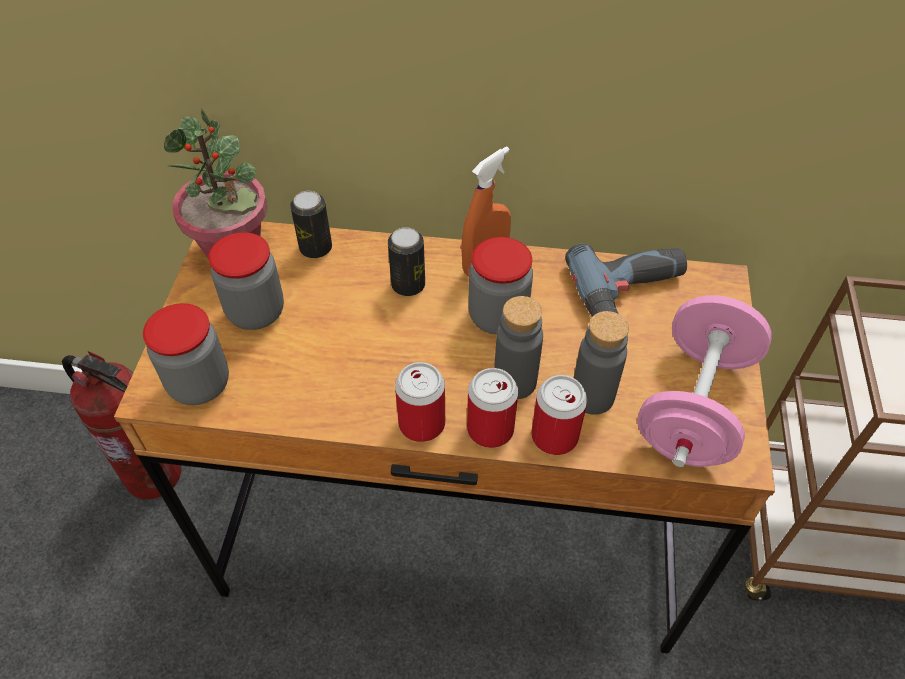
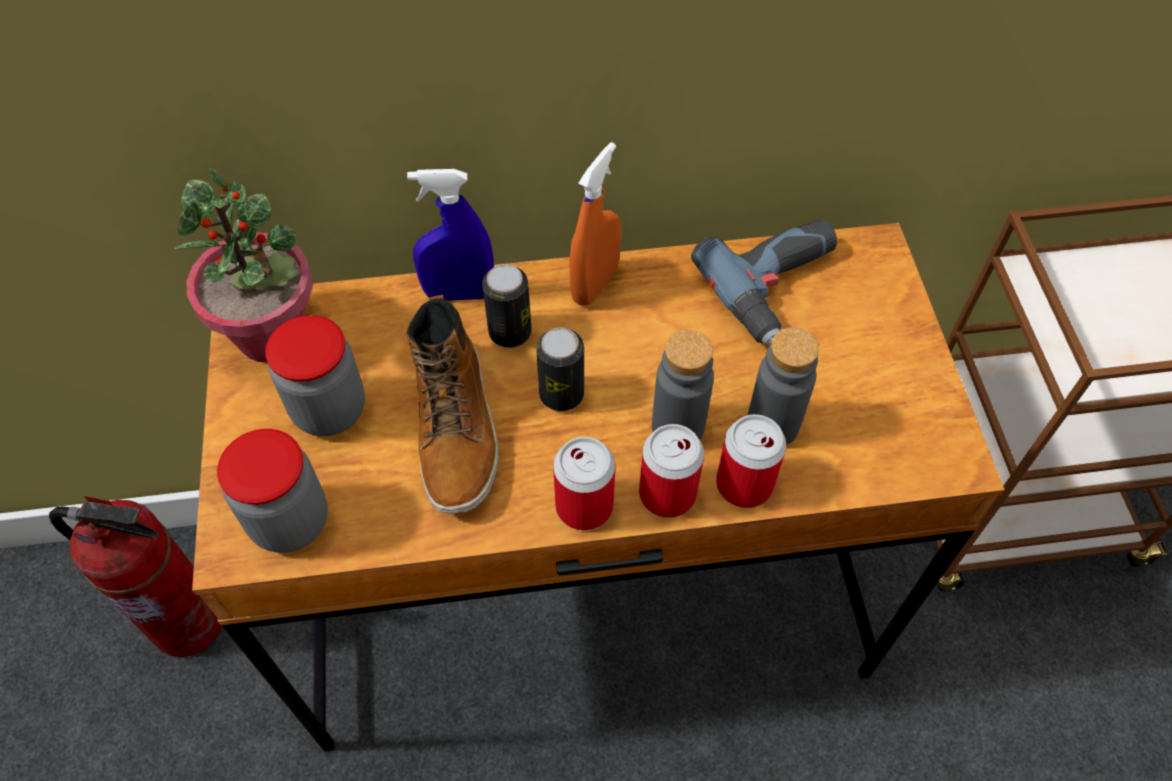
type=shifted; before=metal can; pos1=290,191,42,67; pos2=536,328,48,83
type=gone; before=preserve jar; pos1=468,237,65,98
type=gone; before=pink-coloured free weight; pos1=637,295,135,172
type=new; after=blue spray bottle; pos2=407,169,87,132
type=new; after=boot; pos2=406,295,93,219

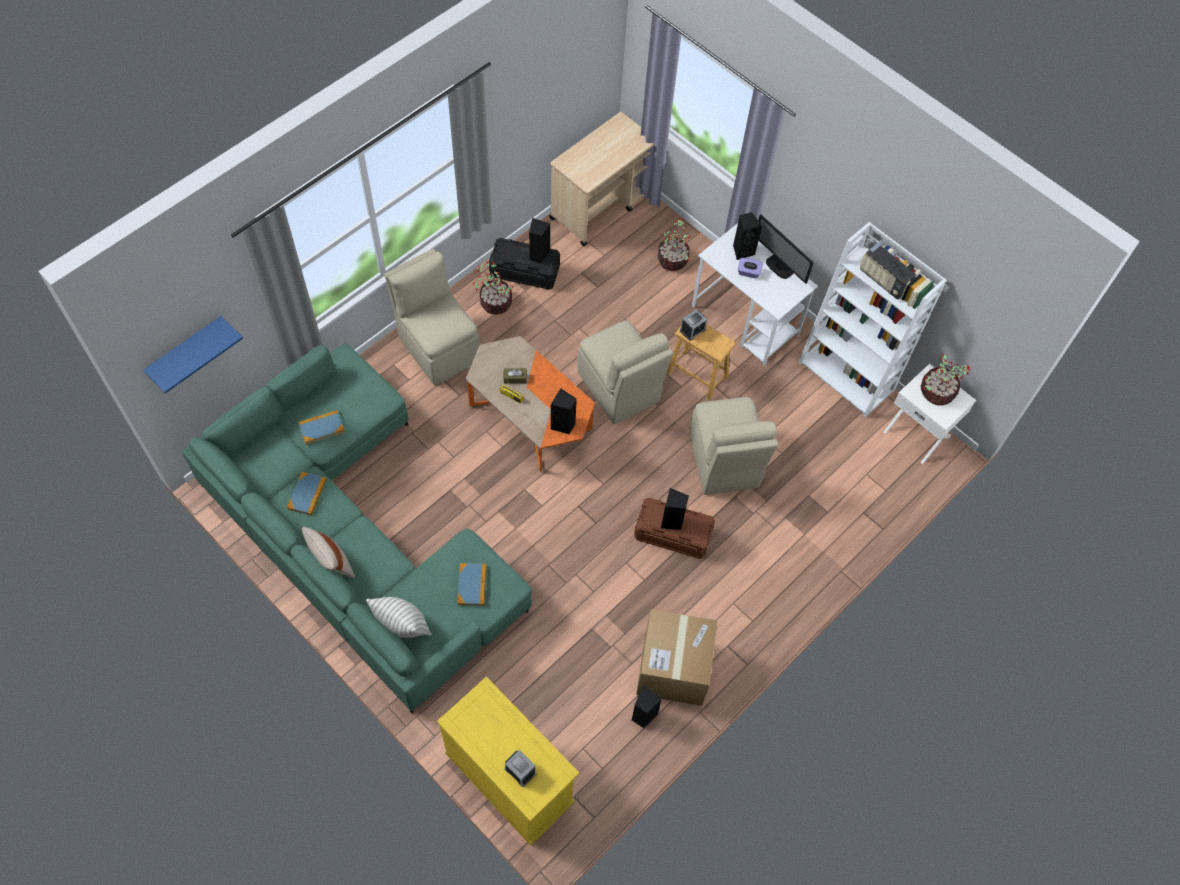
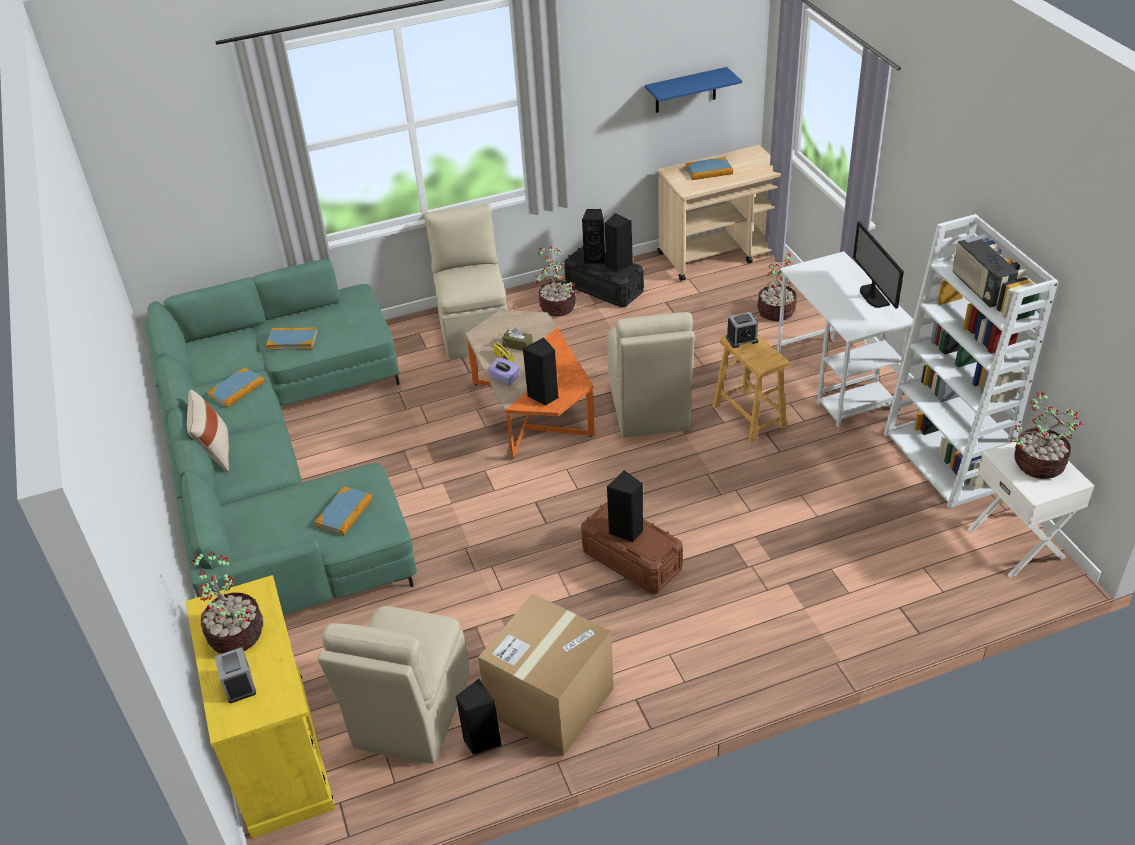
type=shifted; before=black speaker; pos1=733,212,30,48; pos2=582,209,24,55
type=shifted; before=purple tissue holder; pos1=738,258,25,20; pos2=488,357,32,28
type=shifted; before=blue bracket shelf; pos1=143,316,100,77; pos2=645,67,97,46
type=shifted; before=beige-coloured upright chair; pos1=689,397,89,98; pos2=318,606,151,158
type=gone; before=cushion; pos1=366,597,66,41
type=new; after=book; pos2=685,157,48,23
type=new; after=plant in a pot; pos2=190,551,73,103

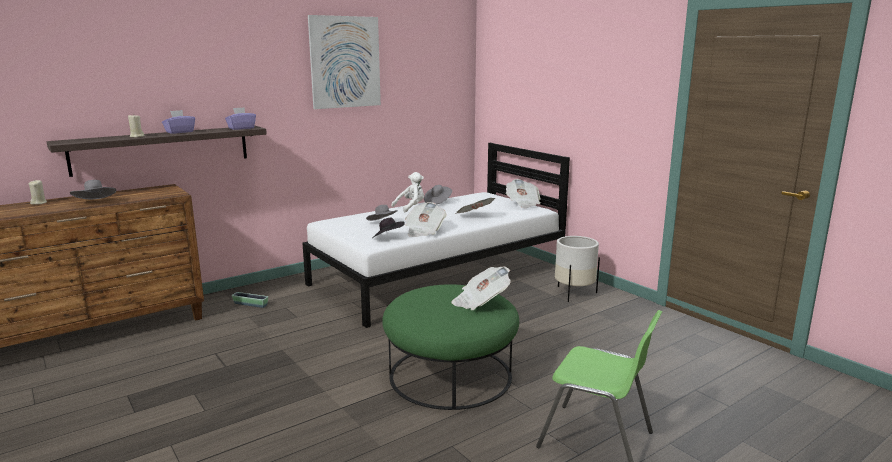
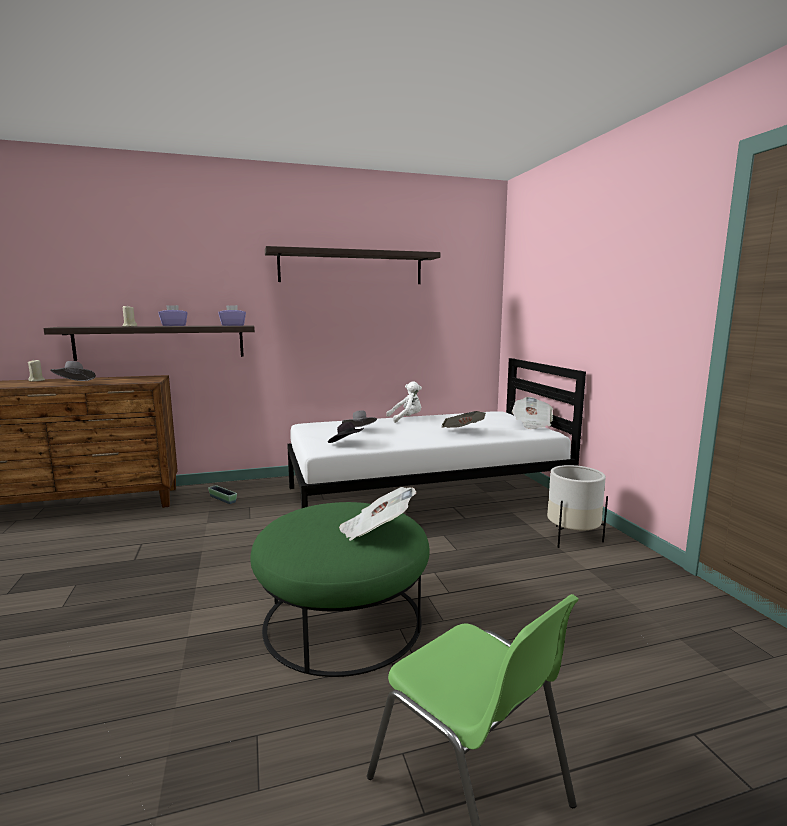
type=swapped; before=wall art; after=bracket shelf; pos1=308,15,73,94; pos2=265,246,175,38
type=gone; before=greyish clothing hat; pos1=424,185,28,19
type=gone; before=newspaper; pos1=405,202,42,35

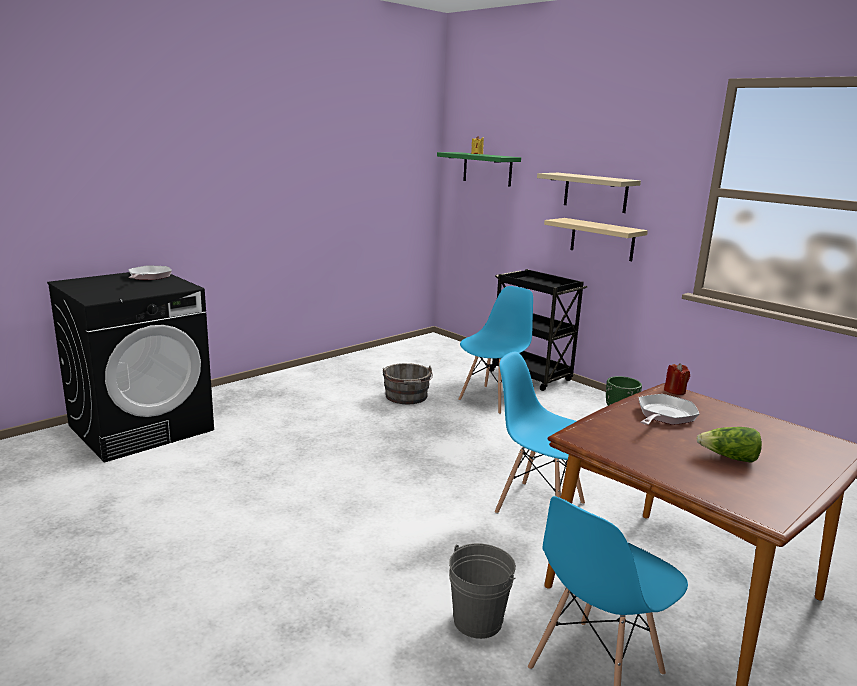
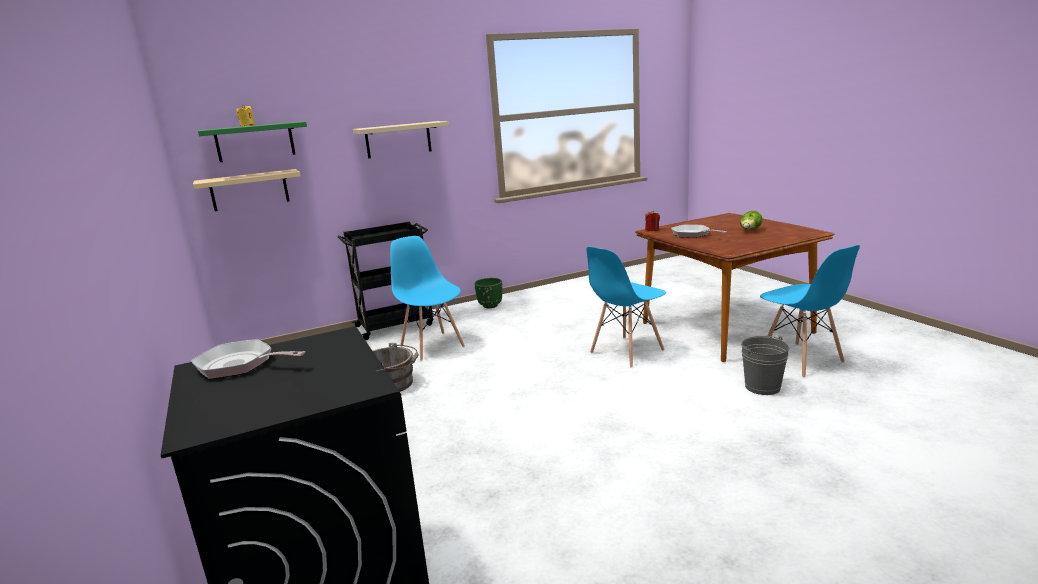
type=shifted; before=beige-coloured bracket shelf; pos1=544,218,104,43; pos2=193,169,108,42

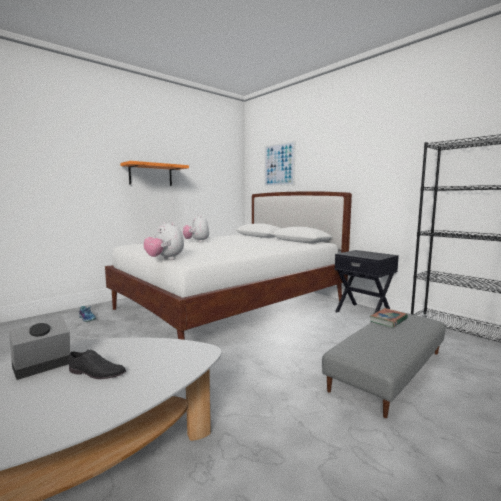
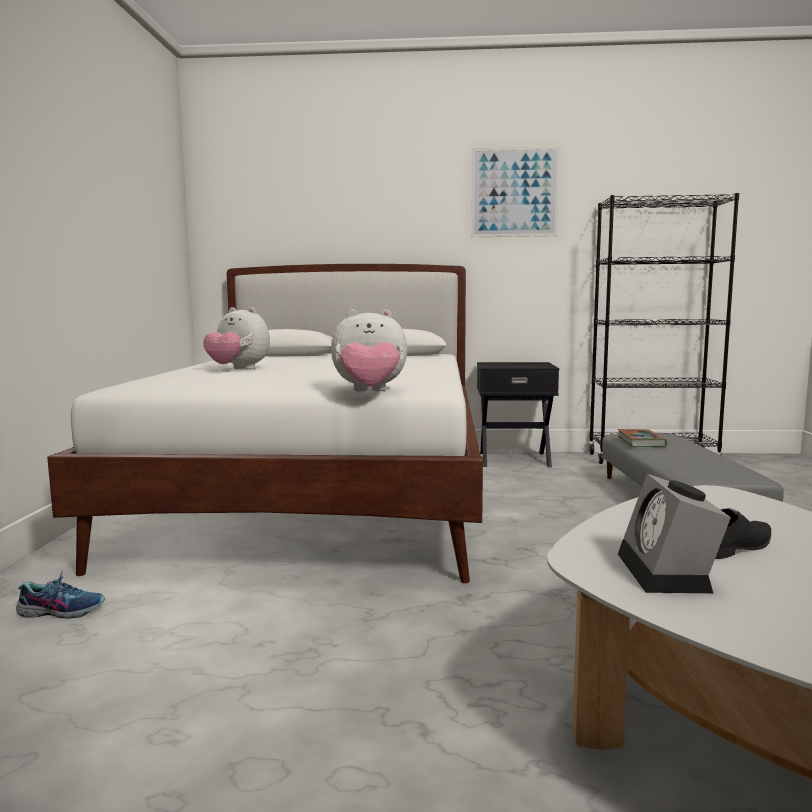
type=shifted; before=wall art; pos1=264,141,32,46; pos2=471,146,89,91
type=gone; before=orange-coloured bracket shelf; pos1=120,161,69,25

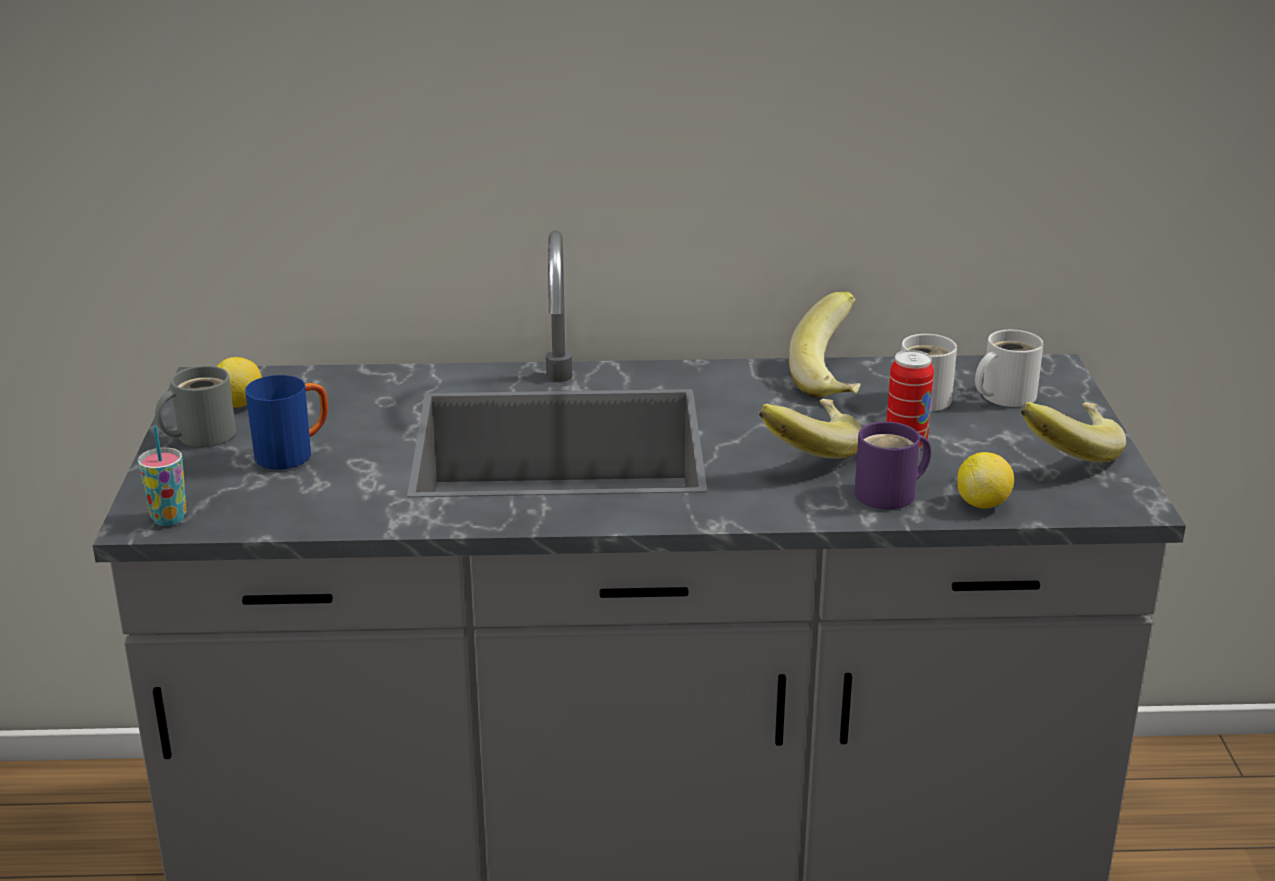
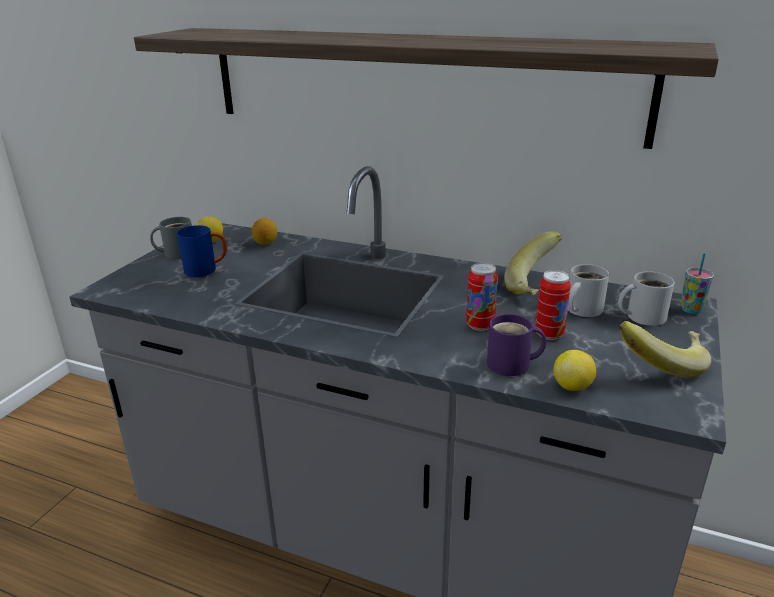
type=swapped; before=banana; after=metal can; pos1=758,399,104,60; pos2=466,263,32,68
type=shifted; before=small cup; pos1=138,426,48,100; pos2=681,253,33,61
type=new; after=bracket shelf; pos2=134,28,585,121
type=new; after=lemon; pos2=252,218,25,27

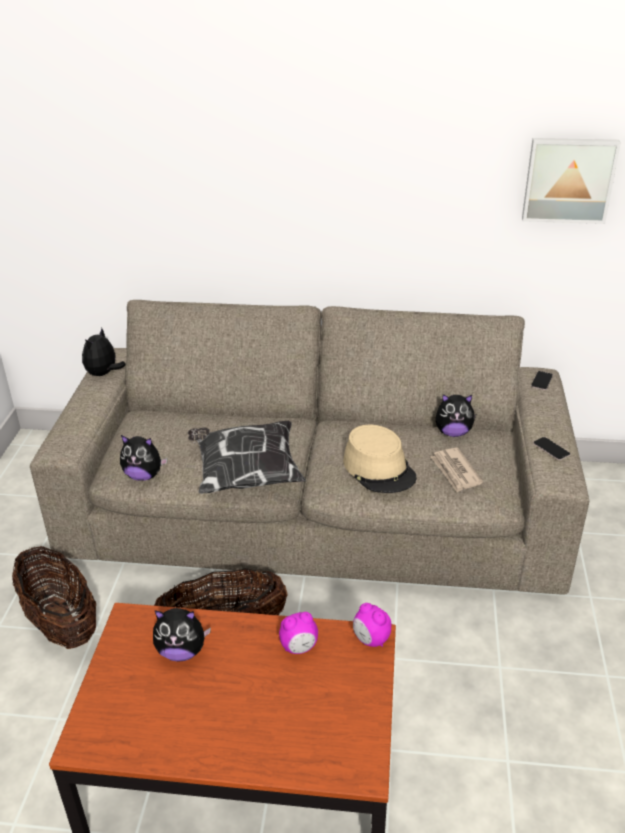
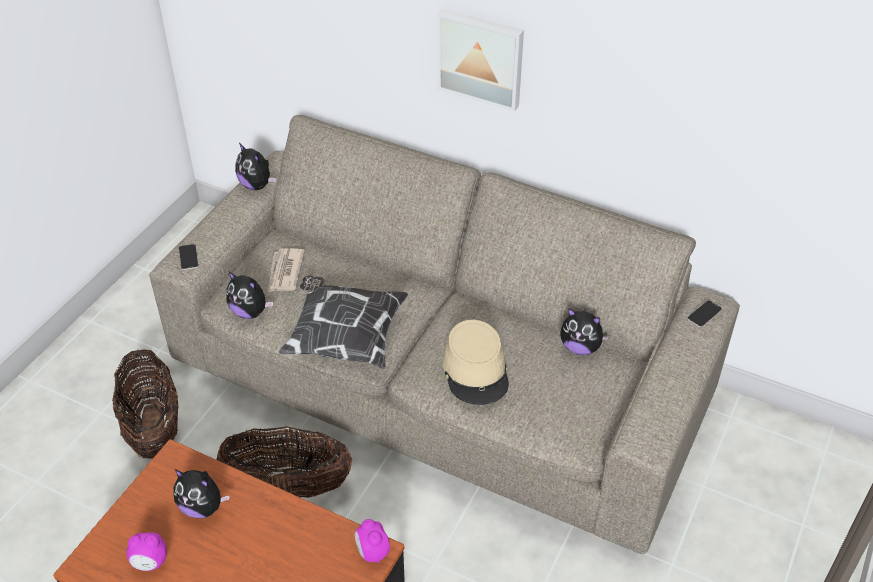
type=shifted; before=wall art; pos1=522,138,99,86; pos2=437,9,87,103
type=rotated; before=cuddly toy; pos1=82,328,44,48; pos2=235,143,41,47; turn=-90
type=shifted; before=phone; pos1=533,437,38,23; pos2=179,244,20,26
type=shifted; before=newspaper; pos1=431,448,52,44; pos2=268,248,37,44
type=shifted; before=alarm clock; pos1=279,612,39,42; pos2=126,532,41,39

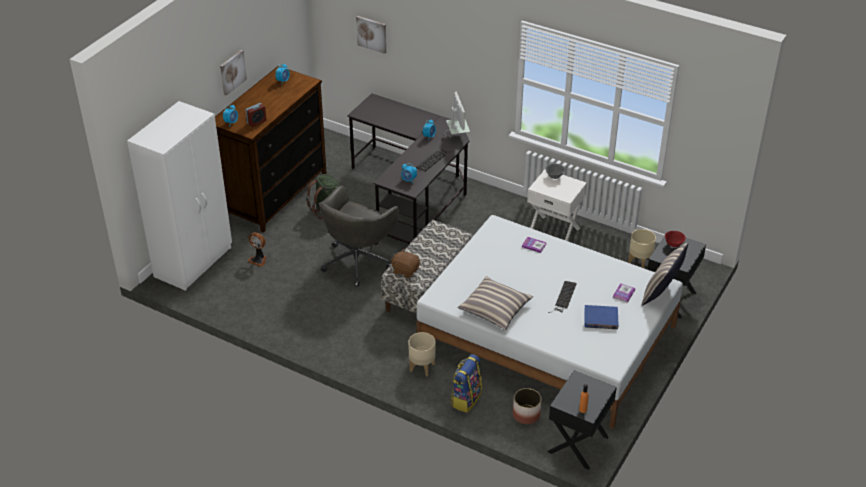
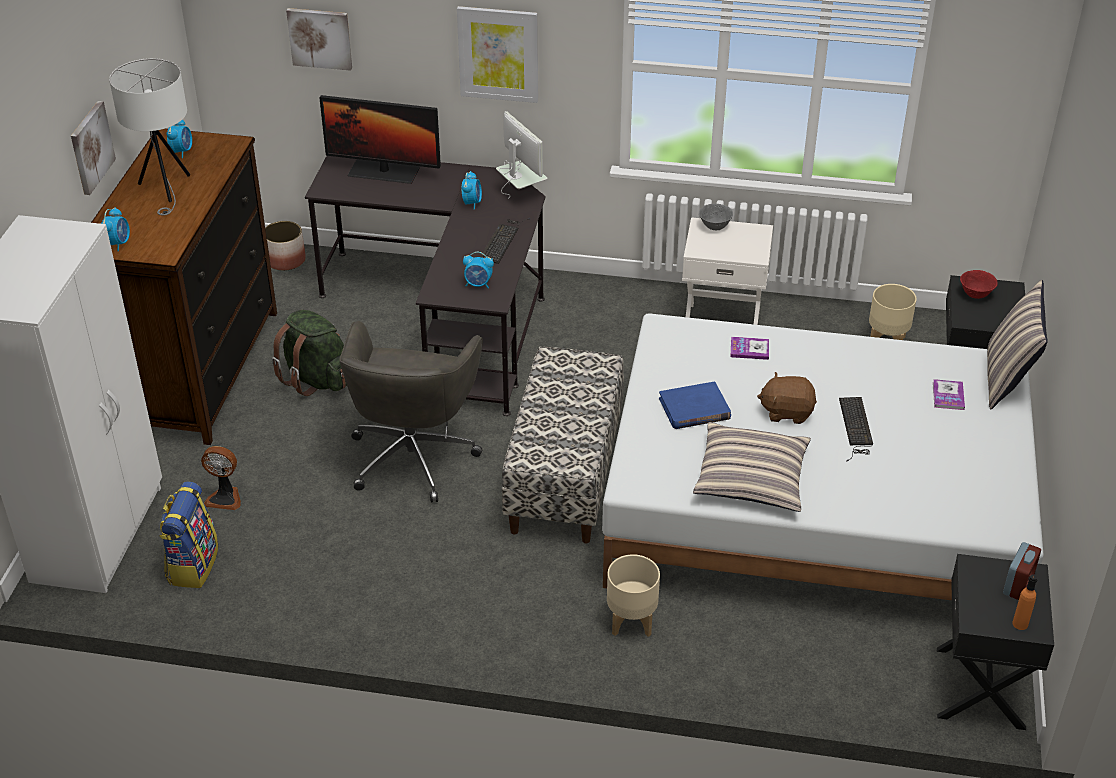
type=shifted; before=alarm clock; pos1=246,103,20,24; pos2=1003,542,38,58
type=shifted; before=brownish cuddly toy; pos1=391,249,29,29; pos2=757,372,60,52
type=shifted; before=blue book; pos1=584,305,34,24; pos2=659,381,72,48
type=shifted; before=backpack; pos1=450,354,32,59; pos2=159,481,59,107
type=shifted; before=flower pot; pos1=513,388,28,36; pos2=265,221,41,50
type=new; after=wall art; pos2=457,6,81,97
type=new; after=white-coloured table lamp; pos2=109,58,81,157
type=new; after=computer display; pos2=320,95,121,89

